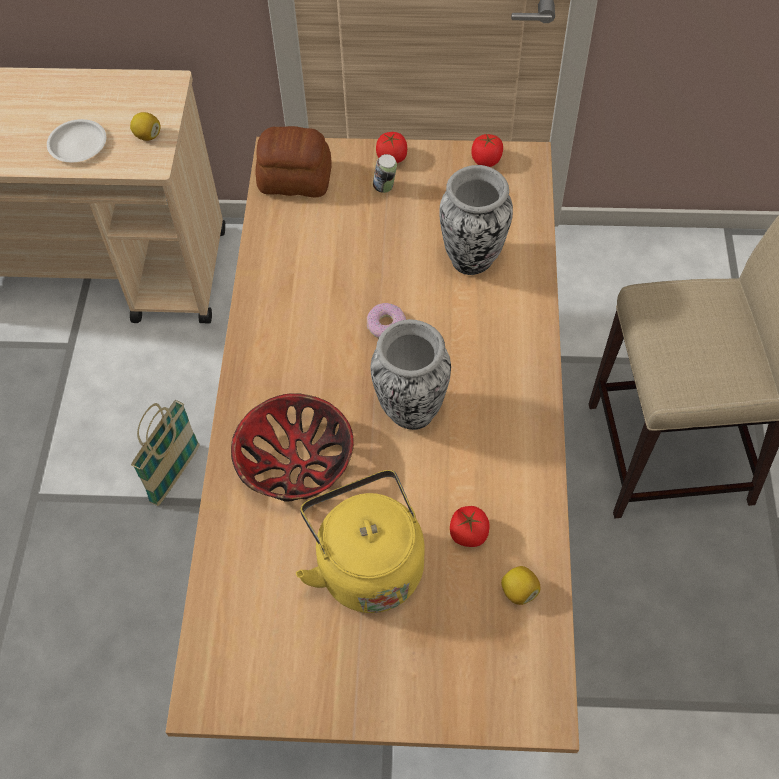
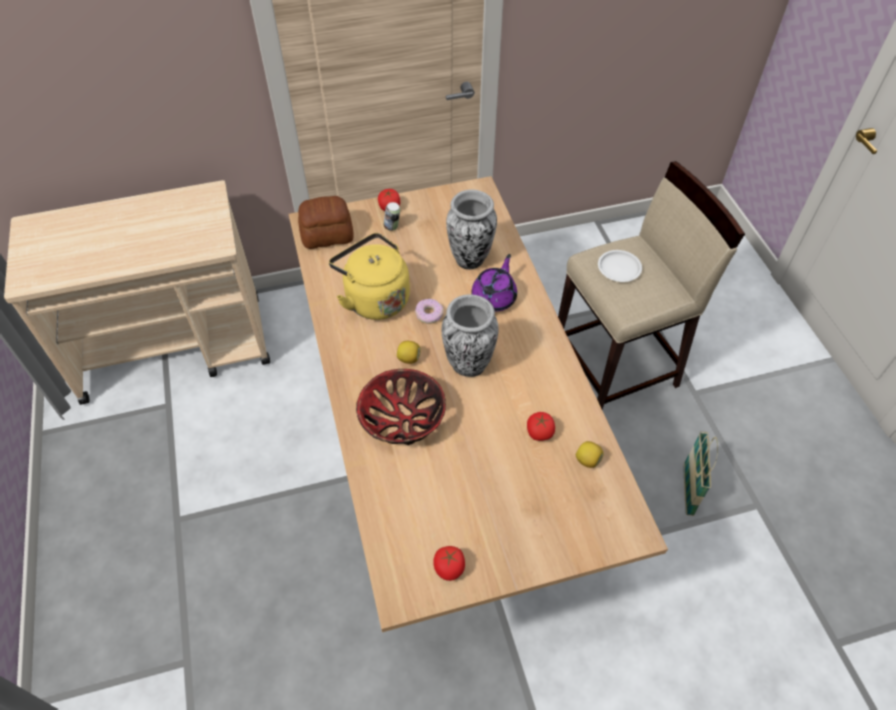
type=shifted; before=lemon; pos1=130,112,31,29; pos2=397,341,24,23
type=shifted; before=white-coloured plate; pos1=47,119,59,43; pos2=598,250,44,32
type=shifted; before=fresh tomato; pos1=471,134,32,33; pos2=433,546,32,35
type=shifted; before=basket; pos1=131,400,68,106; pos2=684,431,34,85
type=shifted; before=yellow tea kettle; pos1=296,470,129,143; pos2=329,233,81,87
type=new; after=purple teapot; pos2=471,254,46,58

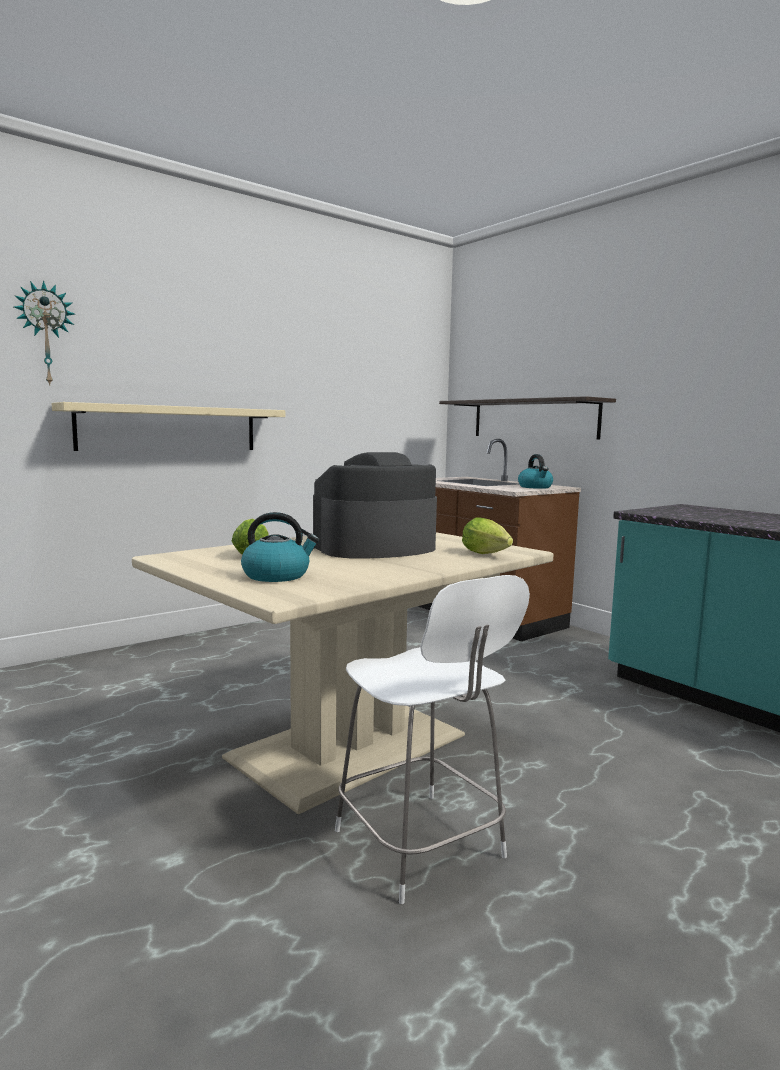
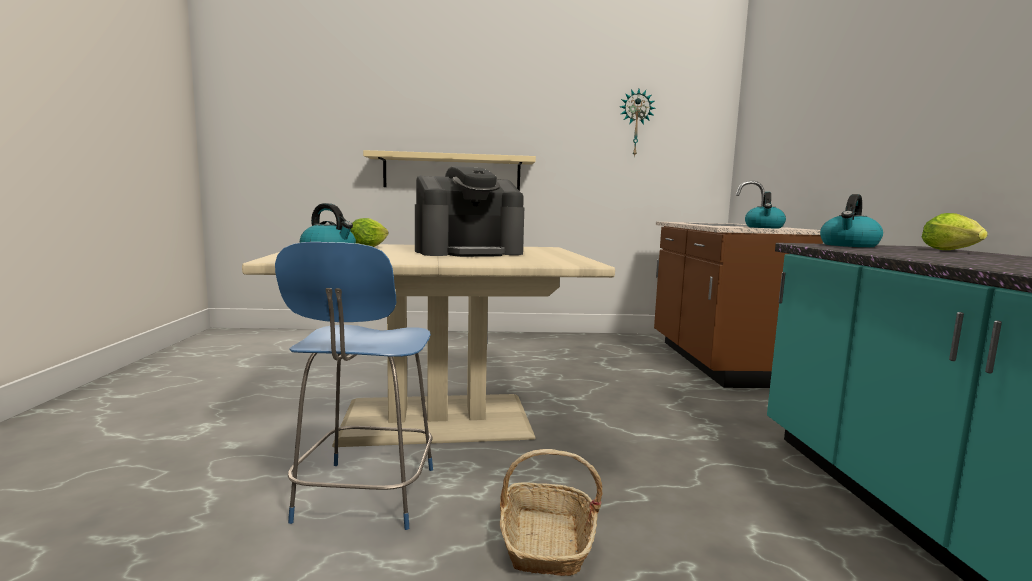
type=shifted; before=wall clock; pos1=14,281,61,105; pos2=620,89,35,69
type=gone; before=bracket shelf; pos1=439,396,177,44
type=rotated; before=coffee maker; pos1=313,452,124,106; pos2=415,166,109,91; turn=150
type=shifted; before=lettuce head; pos1=462,517,51,37; pos2=922,213,66,37
type=repainted; before=white-coloured upright chair; after=blue upright chair; pos1=335,575,195,329; pos2=275,242,158,288
type=new; after=tea kettle; pos2=820,194,63,53
type=new; after=basket; pos2=500,449,103,127

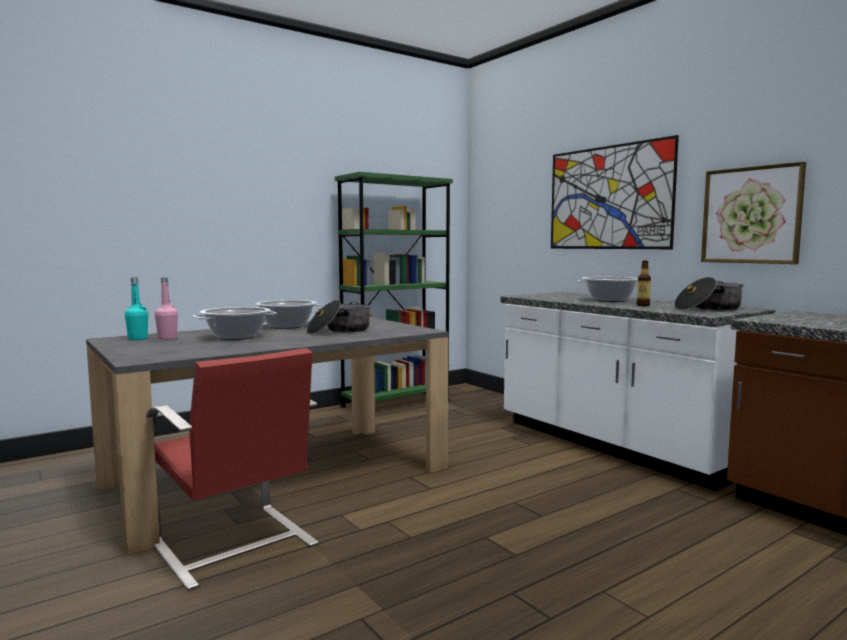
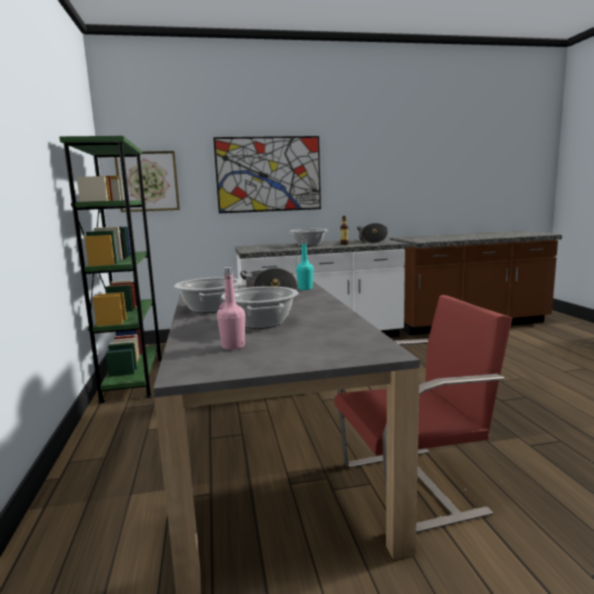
type=shifted; before=wall art; pos1=701,162,105,102; pos2=114,151,66,61
type=shifted; before=blue-green bottle; pos1=125,278,23,62; pos2=296,239,17,51

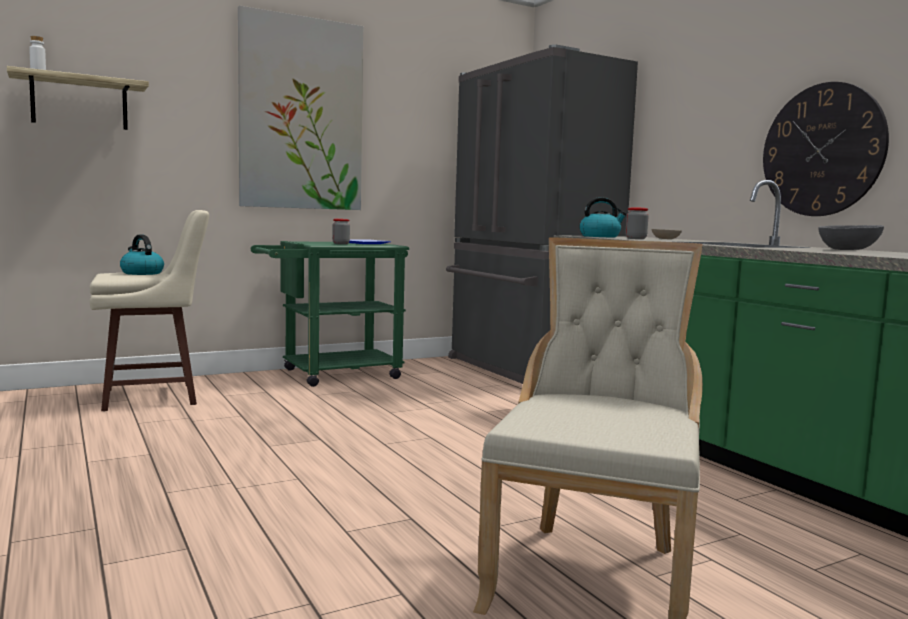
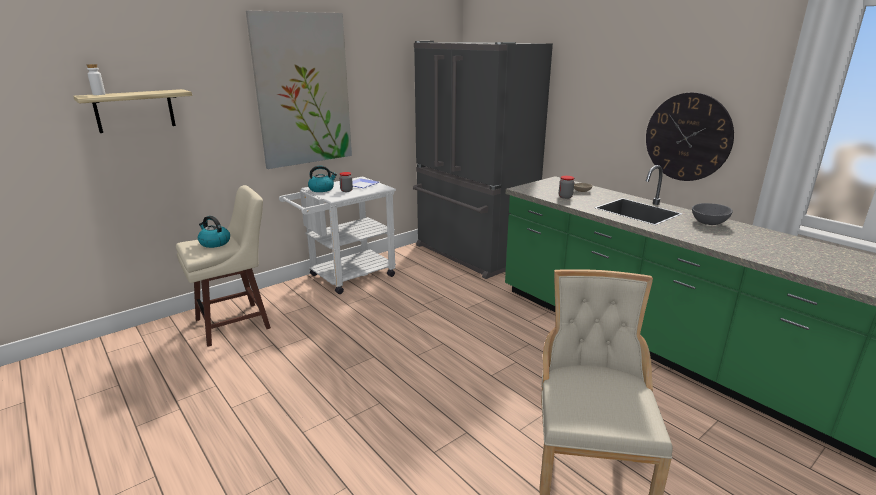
type=shifted; before=tea kettle; pos1=579,197,48,40; pos2=308,166,29,26
type=repainted; before=green-coloured wheeled cart; after=white-coloured wheeled cart; pos1=251,241,158,146; pos2=279,176,117,118

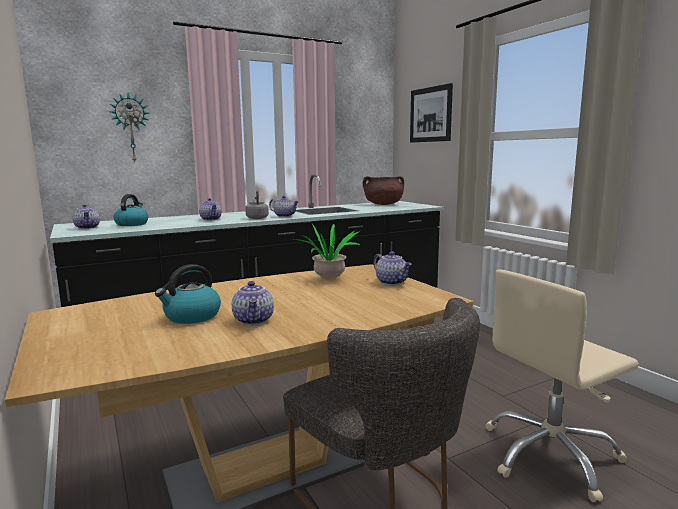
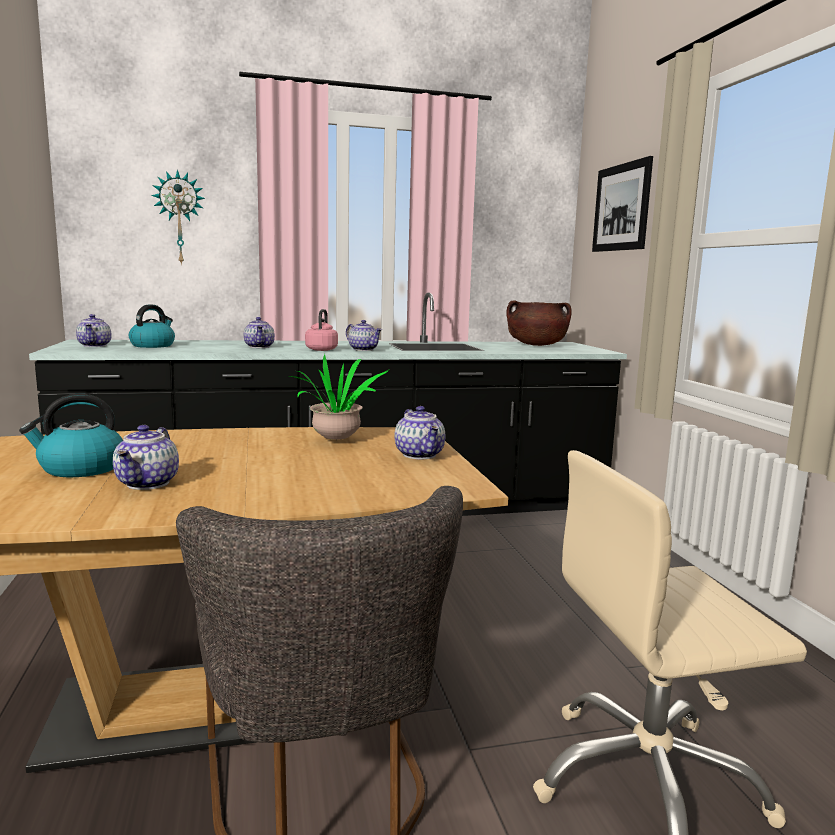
type=repainted; before=greyish tea kettle; after=pink-coloured tea kettle; pos1=245,190,24,29; pos2=305,309,33,42

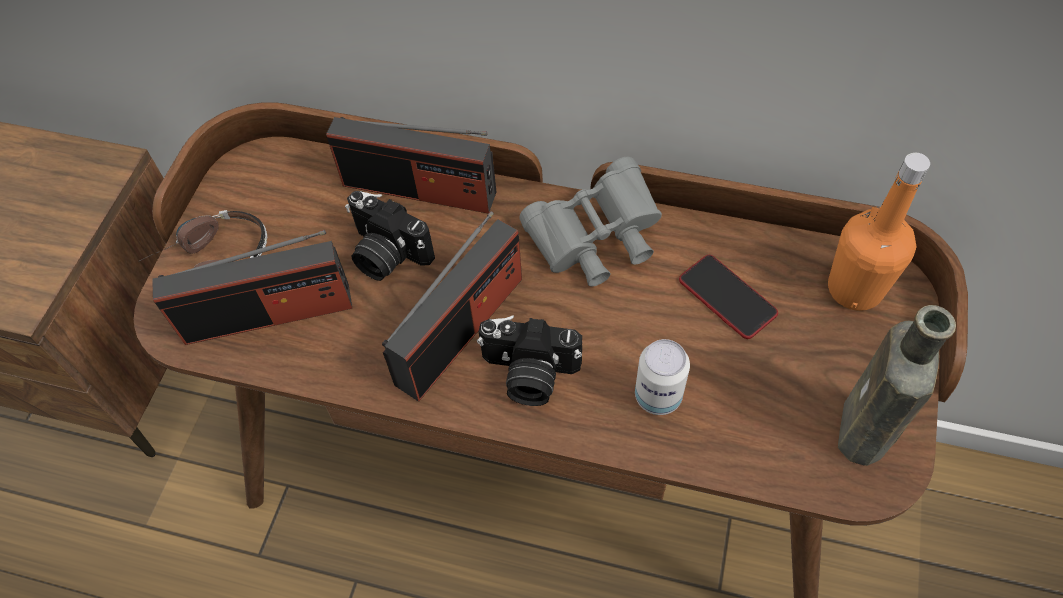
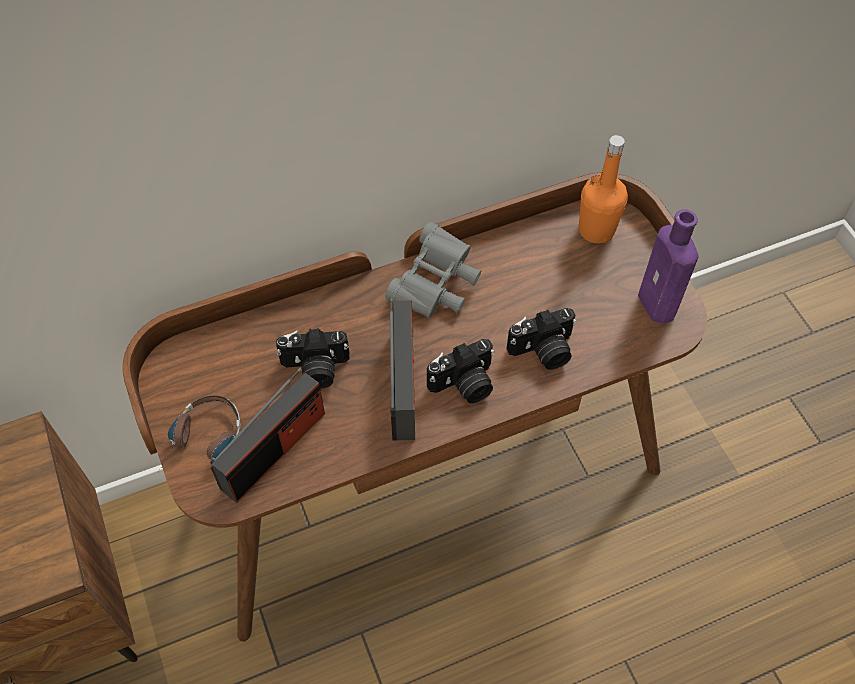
type=gone; before=radio; pos1=326,117,170,97
type=gone; before=phone; pos1=679,255,99,84
type=repainted; before=brownish bottle; after=purple bottle; pos1=838,305,118,161; pos2=638,209,60,115
type=swapped; before=metal can; after=photo camera; pos1=635,339,55,76; pos2=507,308,69,62

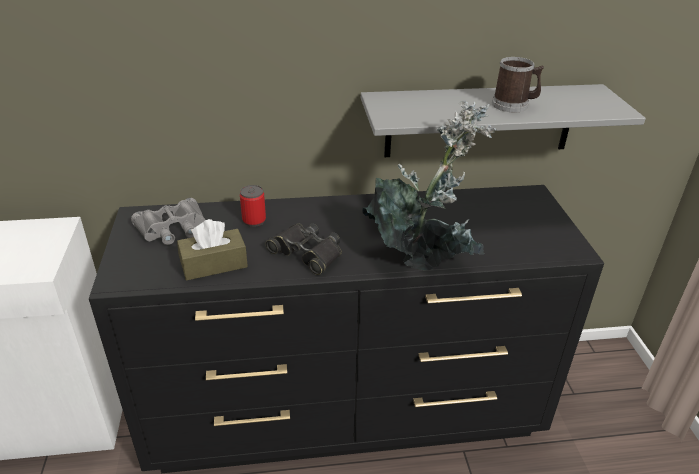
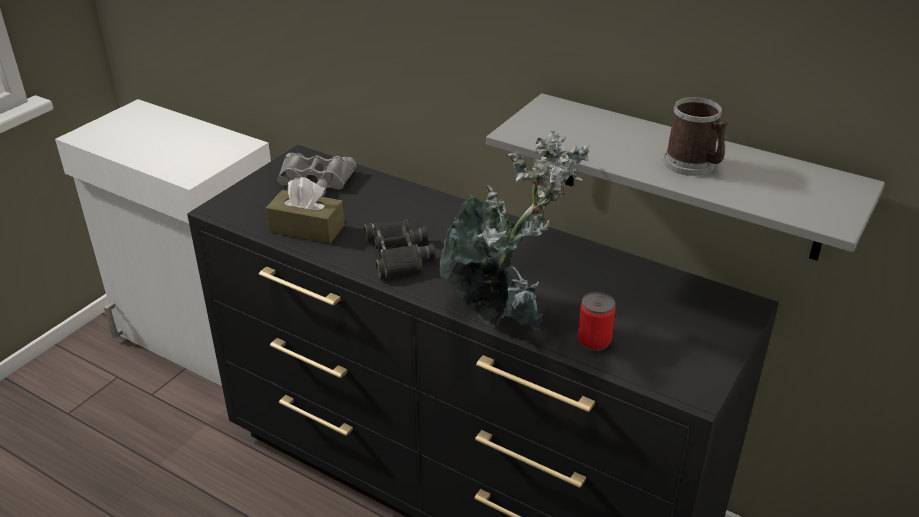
type=shifted; before=metal can; pos1=240,185,26,42; pos2=578,292,38,59

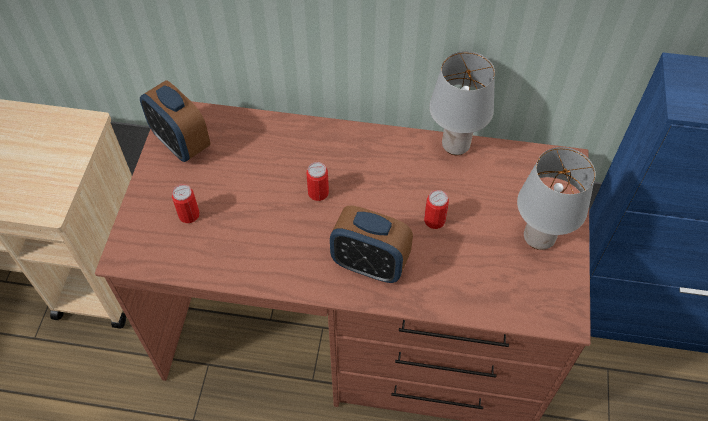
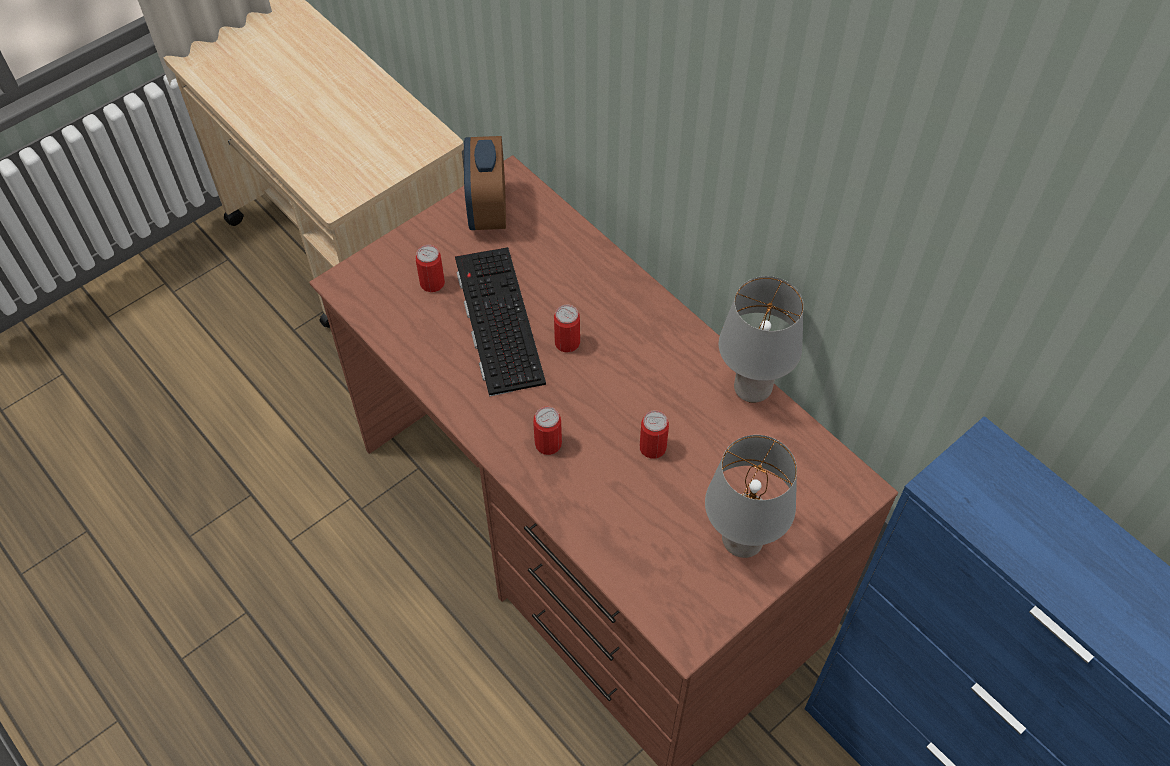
type=swapped; before=alarm clock; after=metal can; pos1=330,205,83,78; pos2=533,407,29,48
type=new; after=computer keyboard; pos2=455,247,91,150

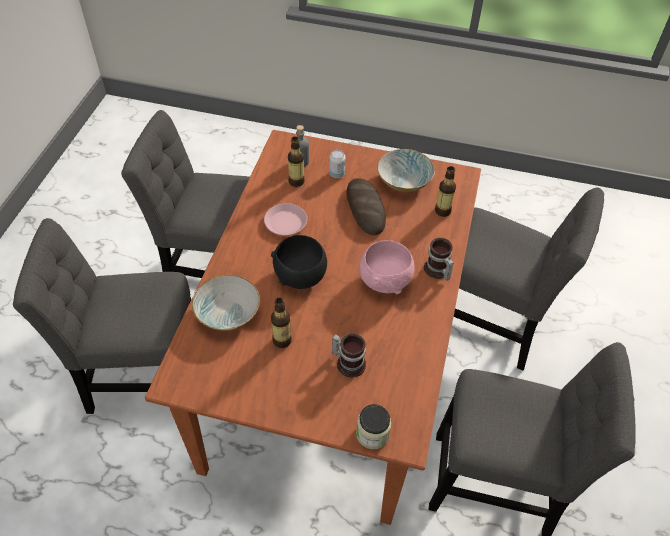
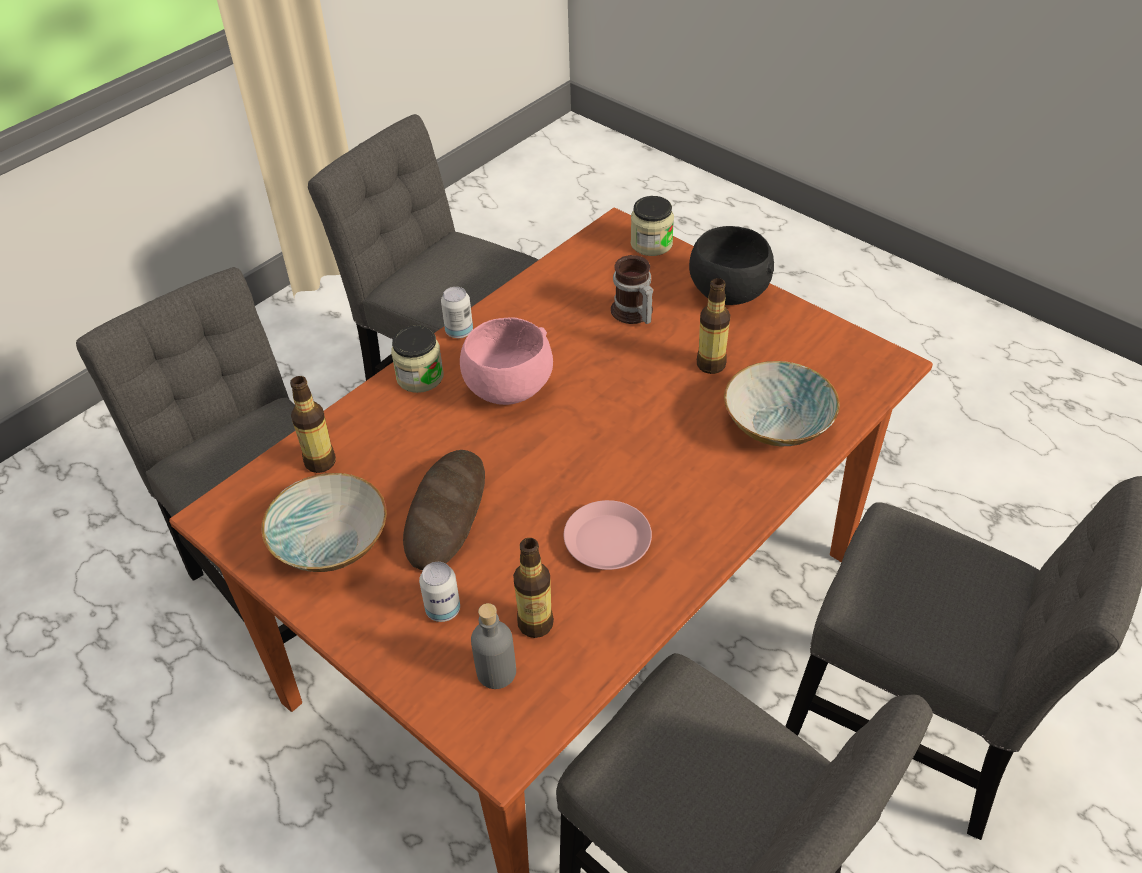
type=shifted; before=black bowl; pos1=271,235,56,54; pos2=689,226,85,79
type=swapped; before=mug; after=preserve jar; pos1=424,238,30,43; pos2=391,326,53,67
type=new; after=metal can; pos2=441,287,32,51

